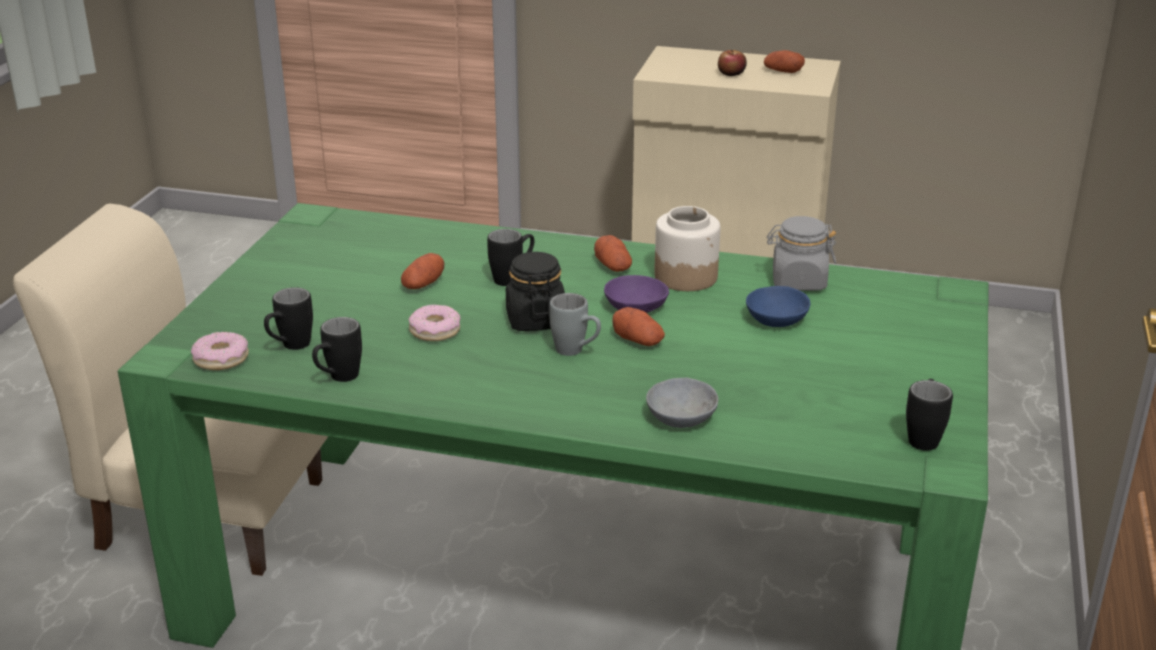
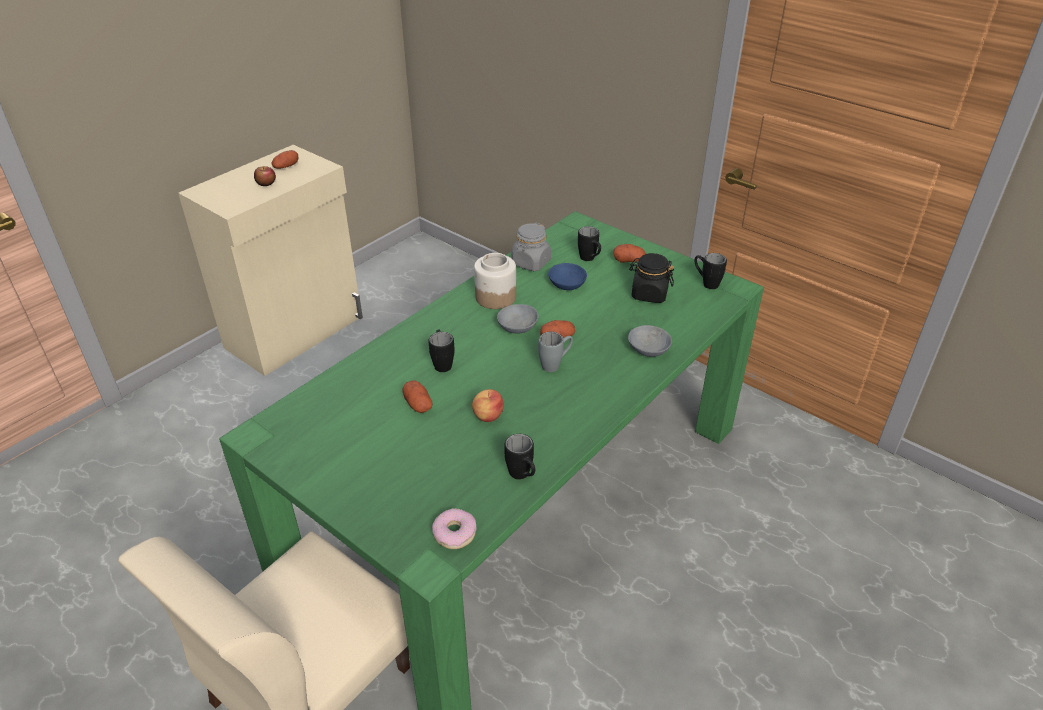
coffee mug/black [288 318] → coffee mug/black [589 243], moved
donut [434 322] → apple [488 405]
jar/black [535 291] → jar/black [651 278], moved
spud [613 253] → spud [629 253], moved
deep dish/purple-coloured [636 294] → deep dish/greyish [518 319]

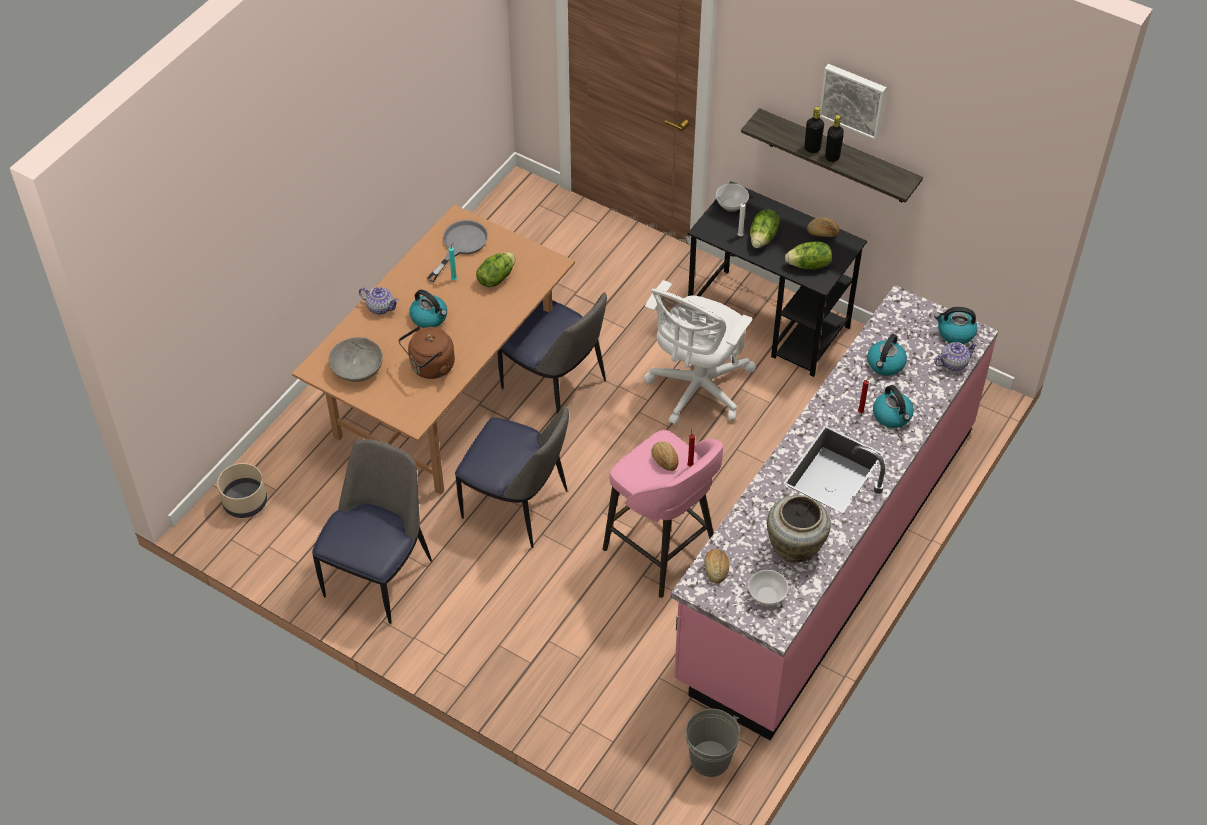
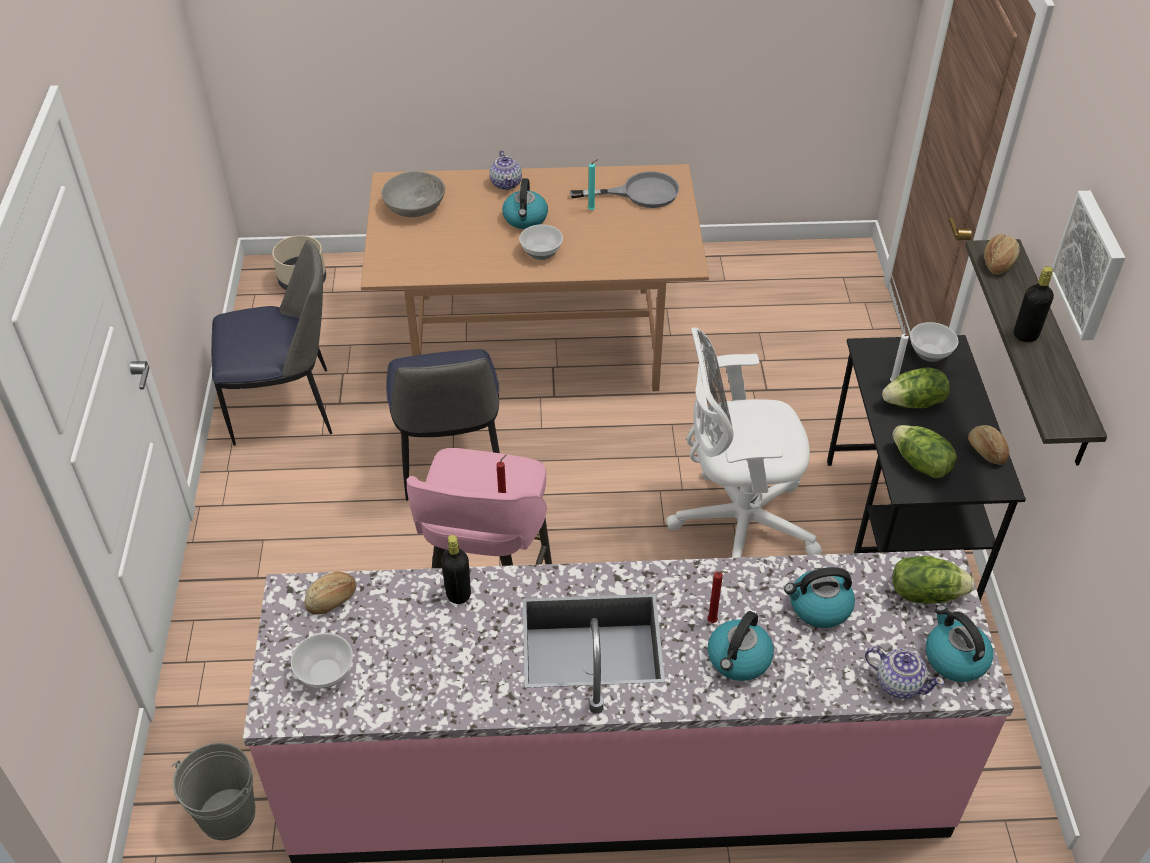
water kettle/brown-coloured [427 352] → -
lettuce [495 269] → lettuce [933 580], moved
plain chair [552 352] → -
bread [664 456] → bread [1002 254], moved
flower vase/beige-coloured [798 529] → -
bottle/black [814 130] → bottle/black [456 569], moved
- → deep dish [541 242]

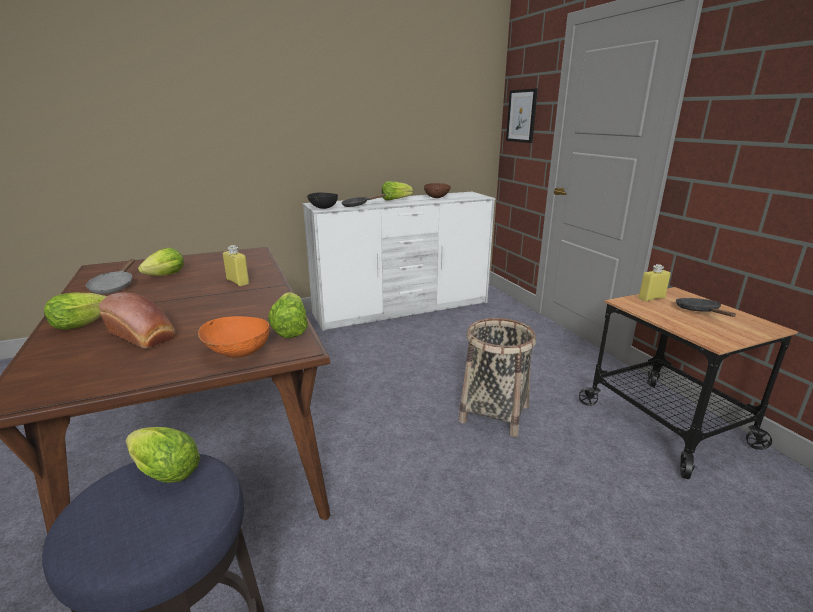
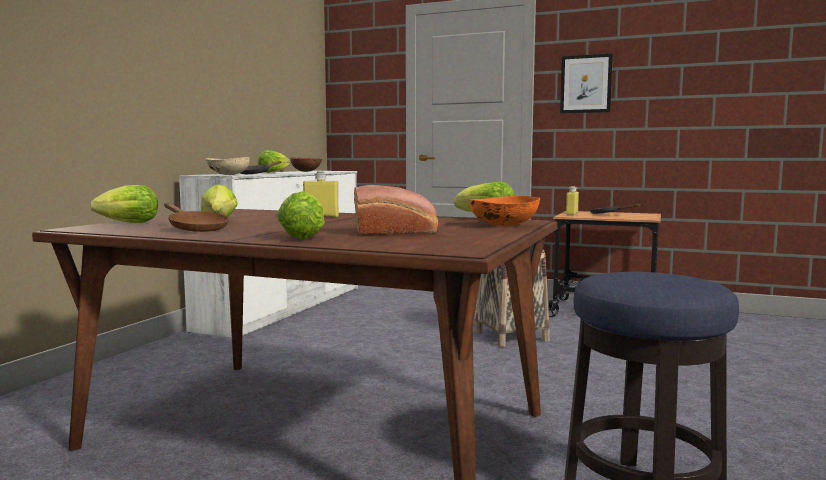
frying pan/greyish [110 276] → frying pan/brown-coloured [196 217]
lettuce [163 455] → lettuce [124 204], moved
deep dish/black [322 200] → deep dish/beige-coloured [228 166]
wall picture [522 116] → wall picture [586 83], moved

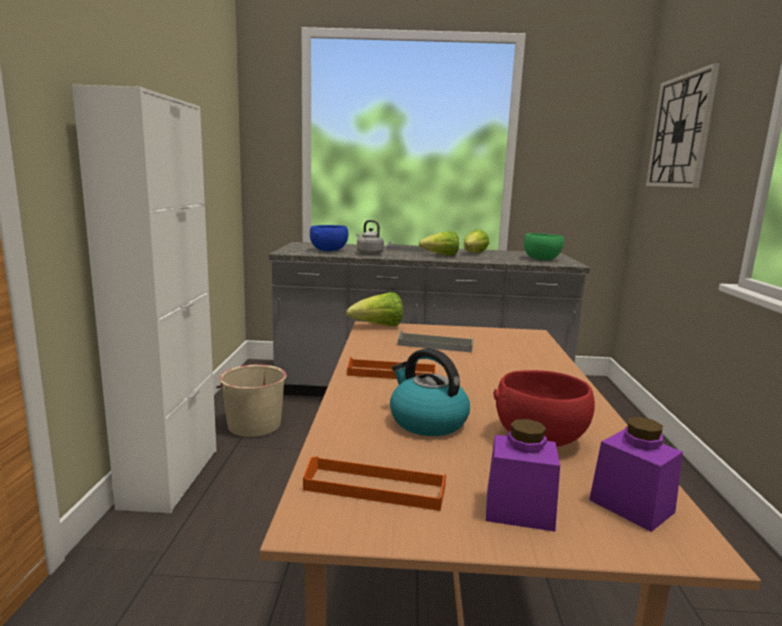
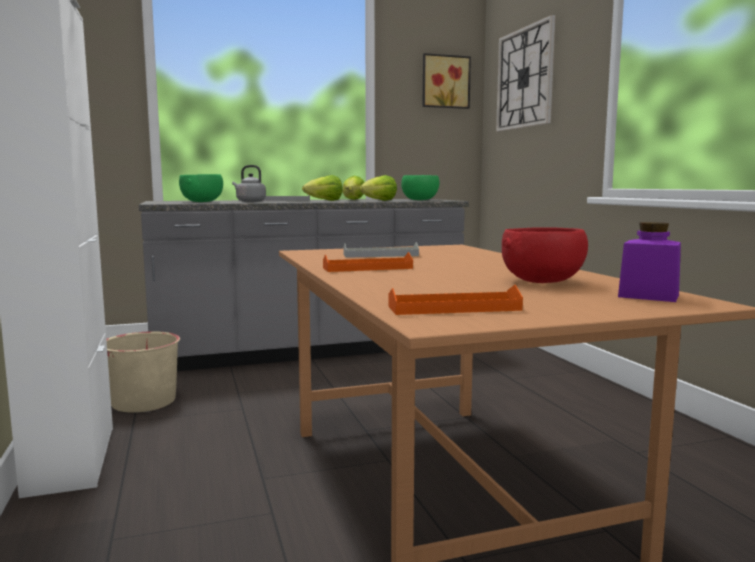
deep dish/bluish [329 238] → deep dish/green [201 188]
lettuce [374 309] → lettuce [378 188], moved
water kettle [430 392] → -
jar/purple-coloured [523 475] → -
- → wall picture [446 81]

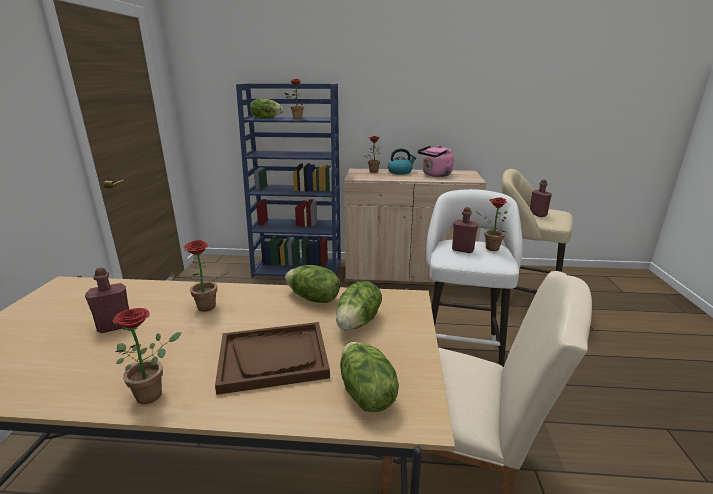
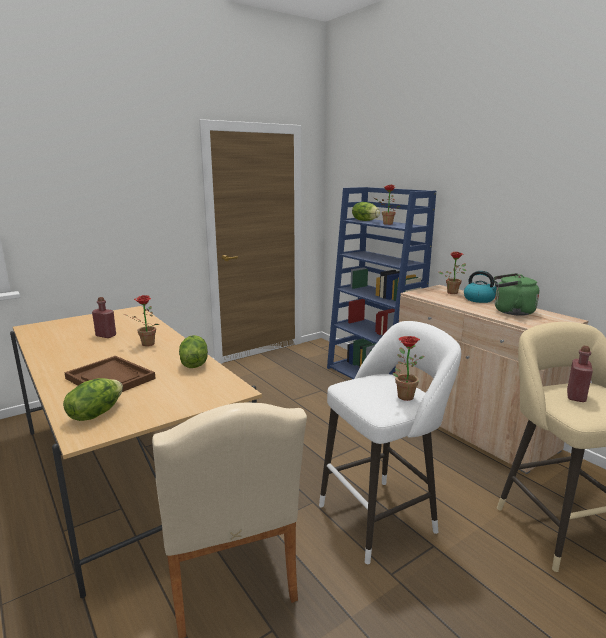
houseplant [147 356] → -
lettuce [359 305] → -
water kettle/pinkish [436 161] → water kettle/green [517 294]
bottle/red-coloured [465 230] → -

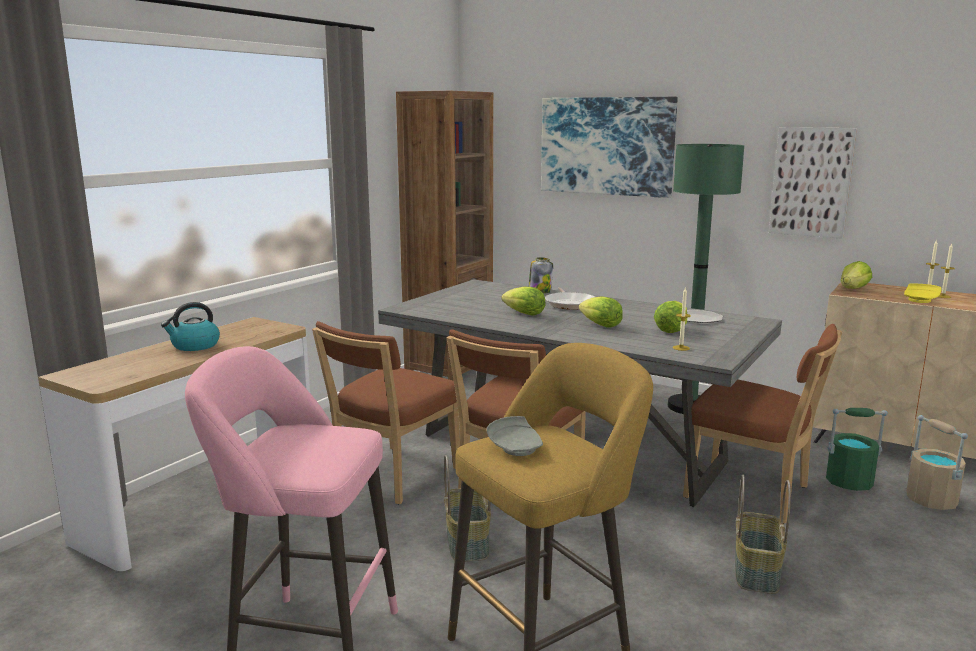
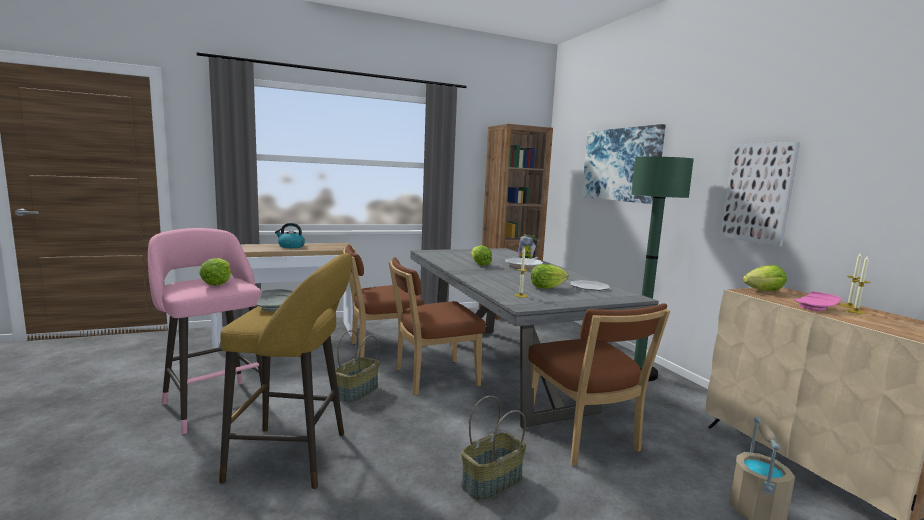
lettuce [601 312] → lettuce [215 272], moved
pail/green [857 449] → -
plate/yellowish [923 293] → plate/pinkish [817 301]

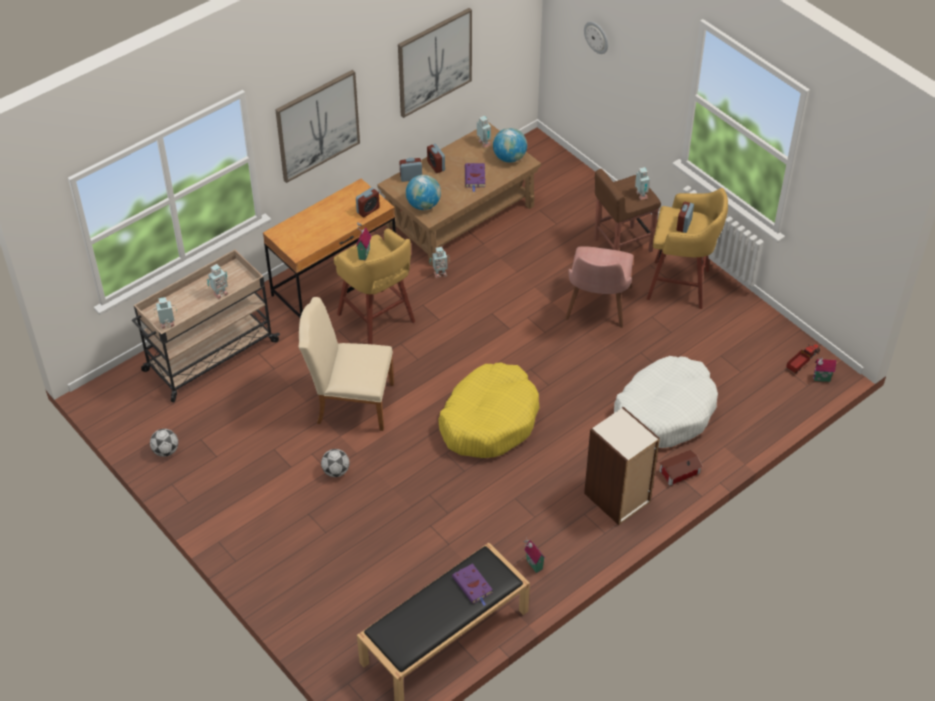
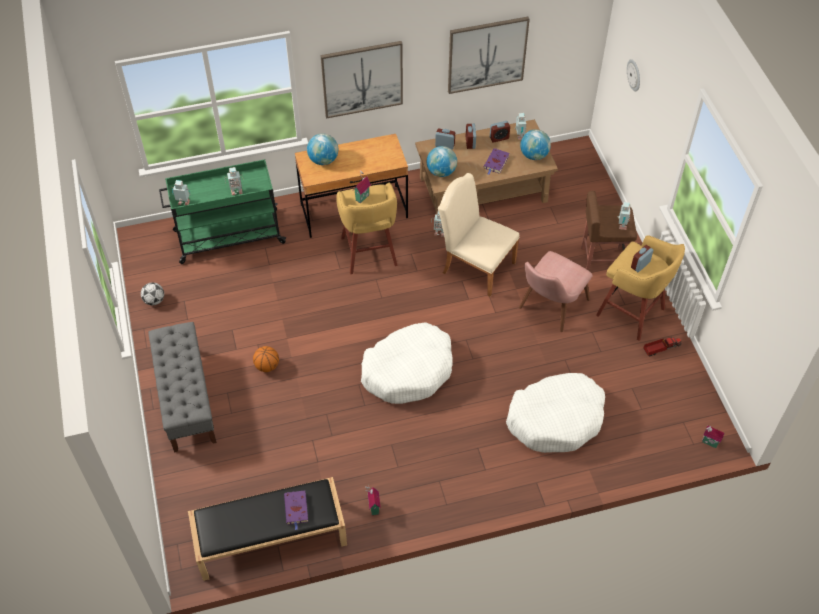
cart/beige-coloured [206 326] → cart/green [222 211]
plain chair/beige-coloured [346 364] → plain chair/beige-coloured [479 235], moved
football [335 463] → basketball ball [266 359]
bedside clock [368 202] → bedside clock [500 132], moved
dog cushion/yellowish [489 410] → dog cushion/whitish [406 363]
shelving unit [622 466] → -
miniature house [681 467] → -
toy truck [803 359] → toy truck [662 346], moved
- → indoor bench/greyish [182 387]
- → desk globe [322 149]

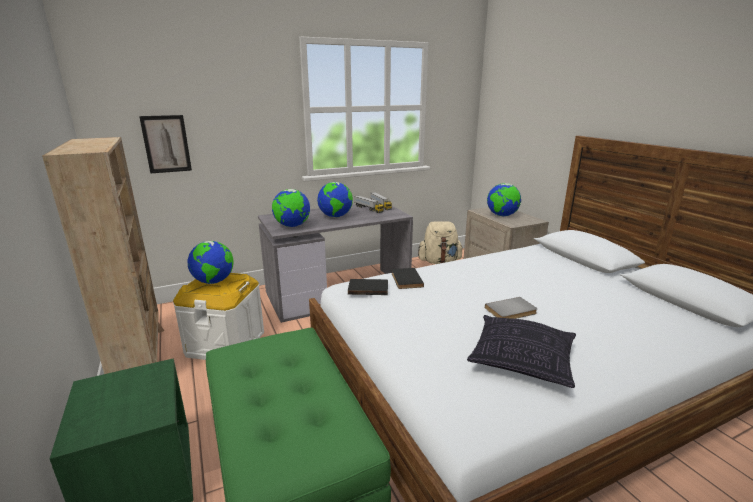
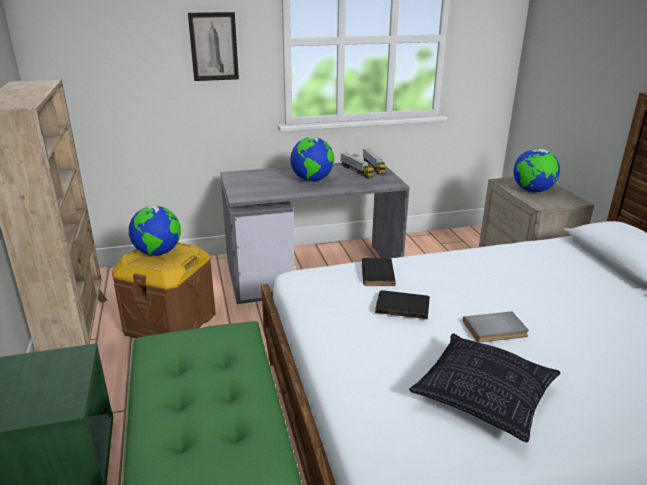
wall picture [165 144] → wall picture [213 46], moved
storage container/whitish [218 316] → storage container/brown-coloured [164 290]
desk globe [291 208] → -
bound book/black [368 287] → bound book/black [402 304], moved
knapsack/beige-coloured [440 242] → -

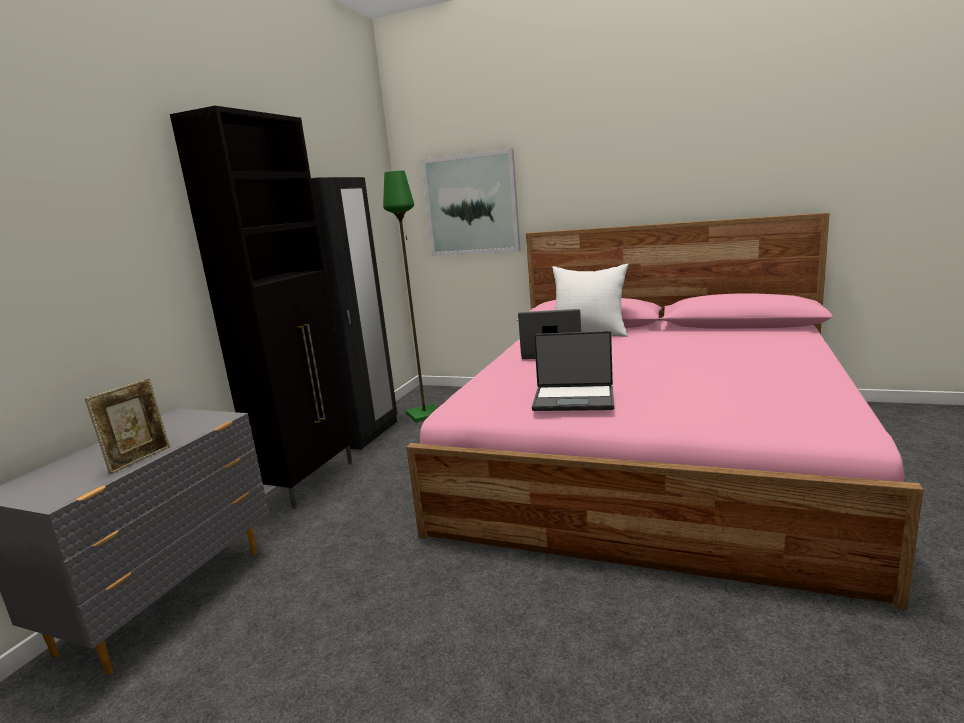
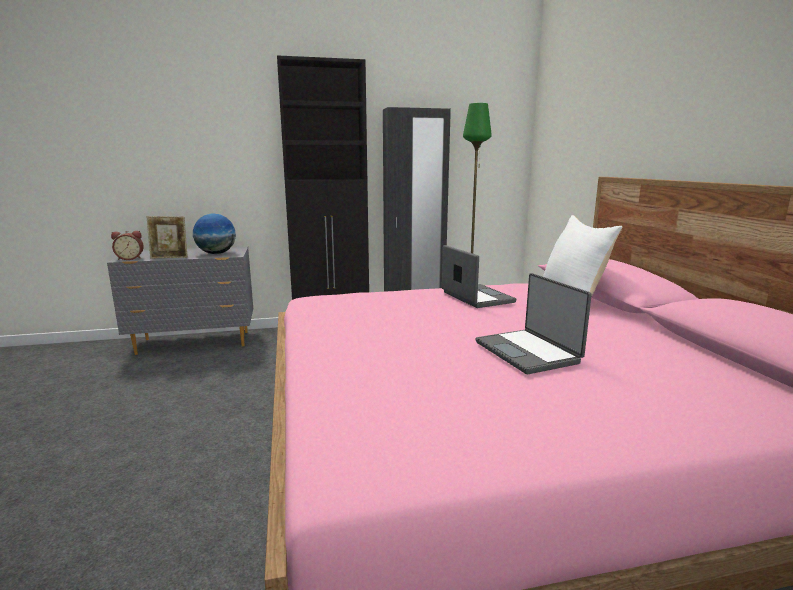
wall picture [470 202] → -
portable computer [573 371] → portable computer [533 323], moved
- → bedside clock [127 245]
- → desk globe [214 234]

